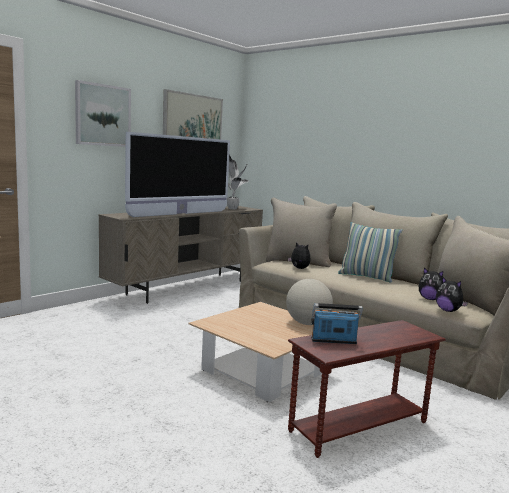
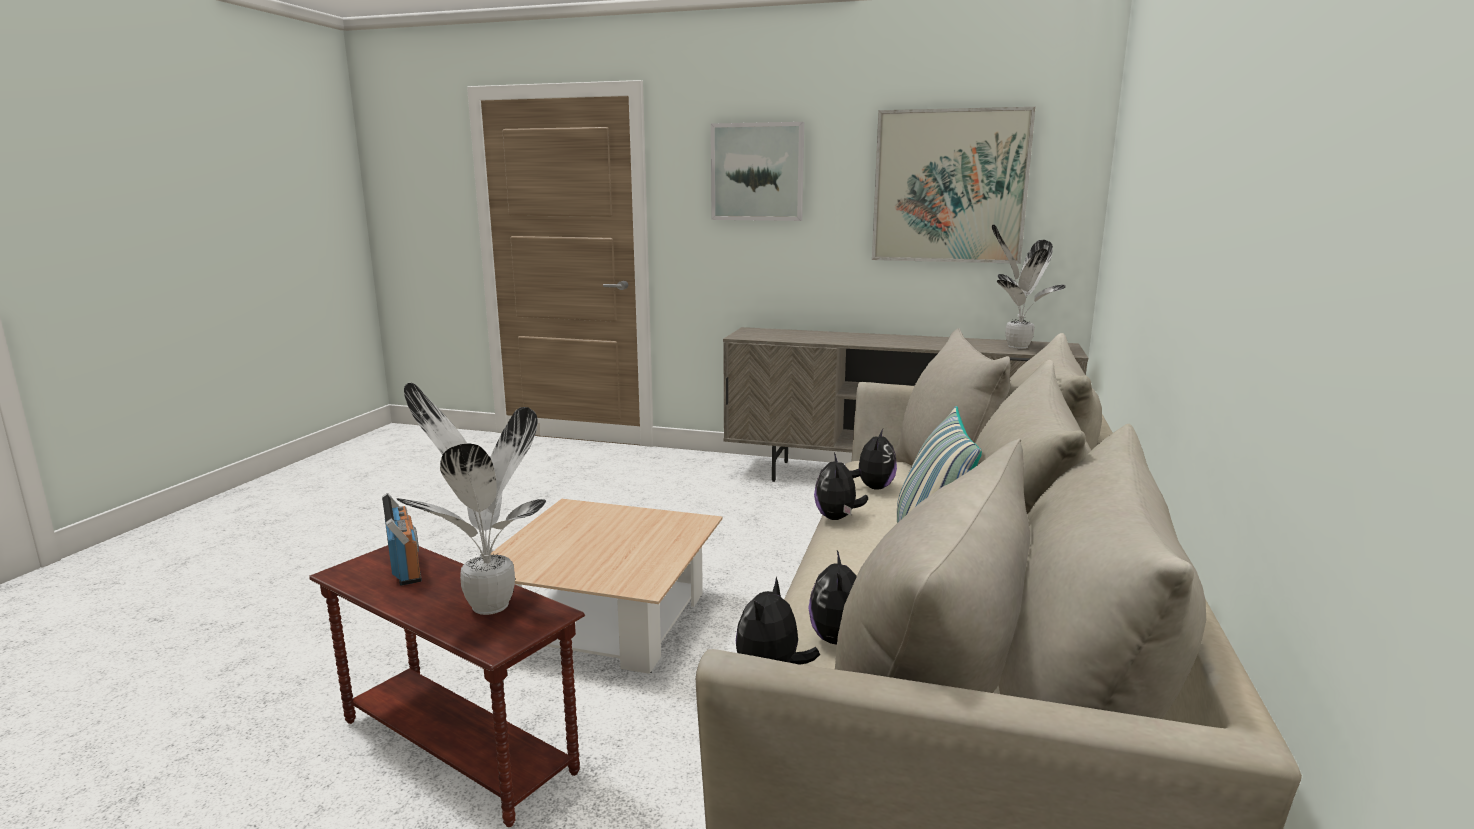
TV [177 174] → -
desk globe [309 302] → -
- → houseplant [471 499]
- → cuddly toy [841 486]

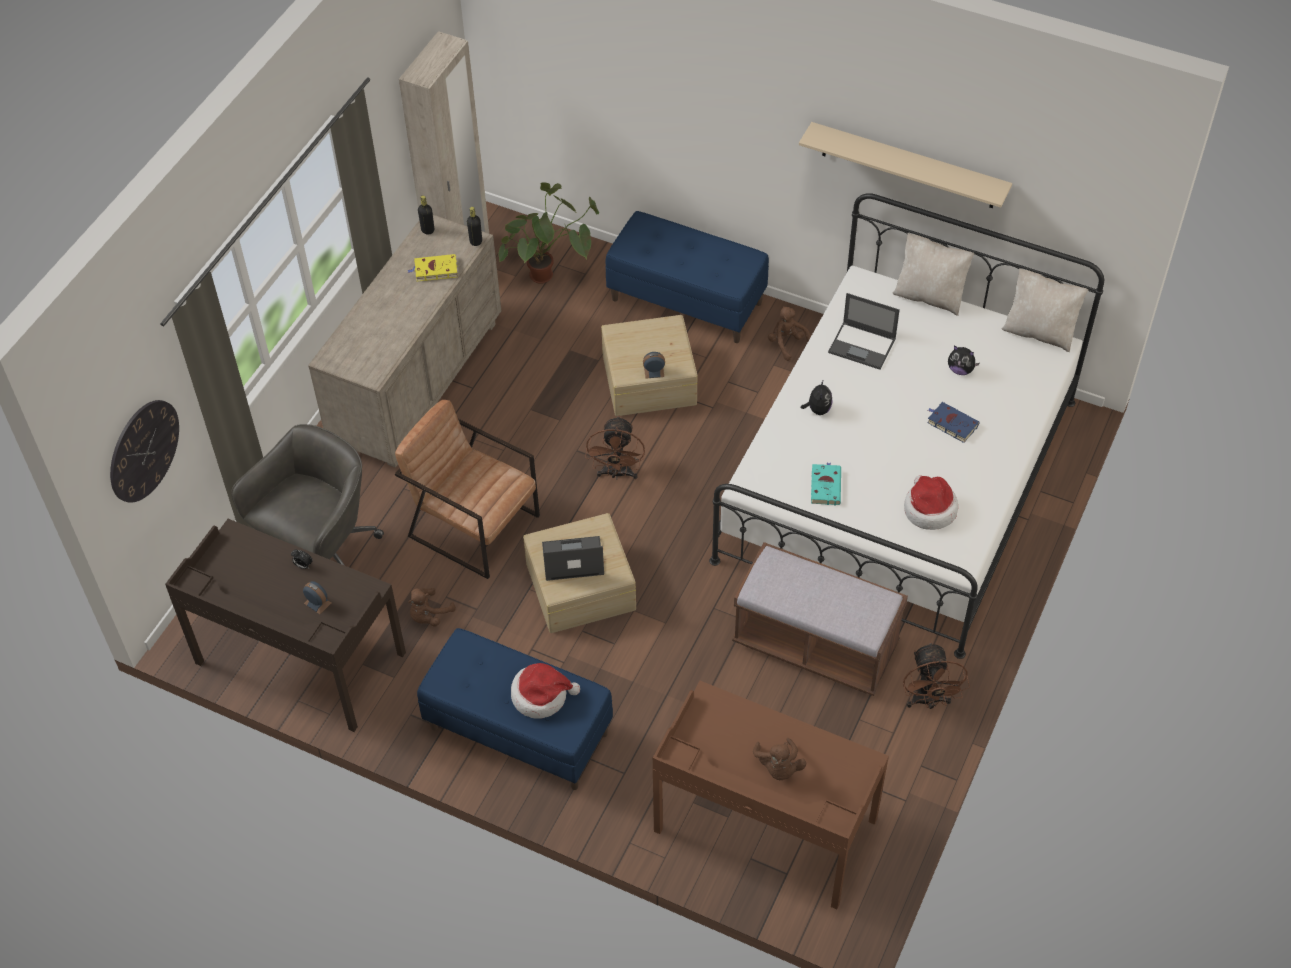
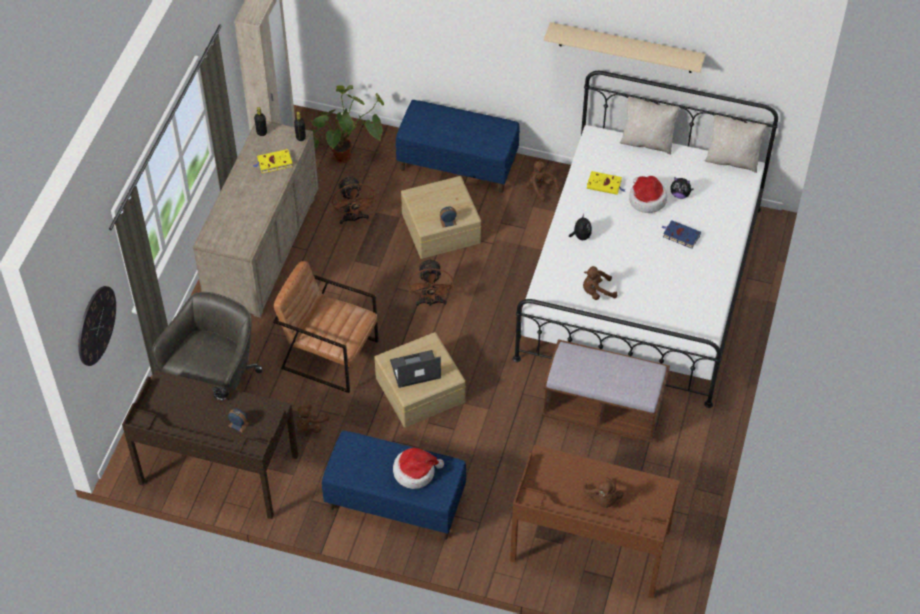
bound book/turquoise [826 484] → cuddly toy/brown-coloured [600 283]
portable computer [864 331] → bound book/yellowish [606 183]
electric fan/brown-coloured [936 675] → electric fan/brown-coloured [354 199], moved
wearable hat [931 503] → wearable hat [648 194], moved

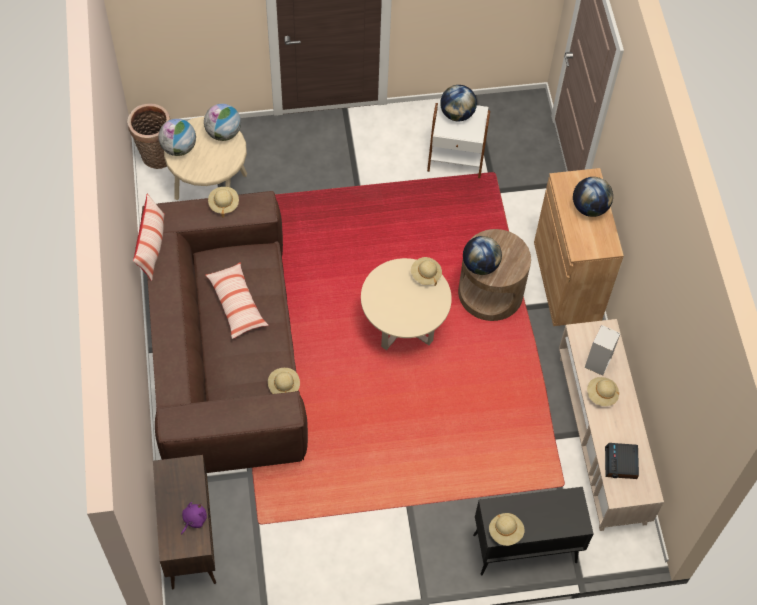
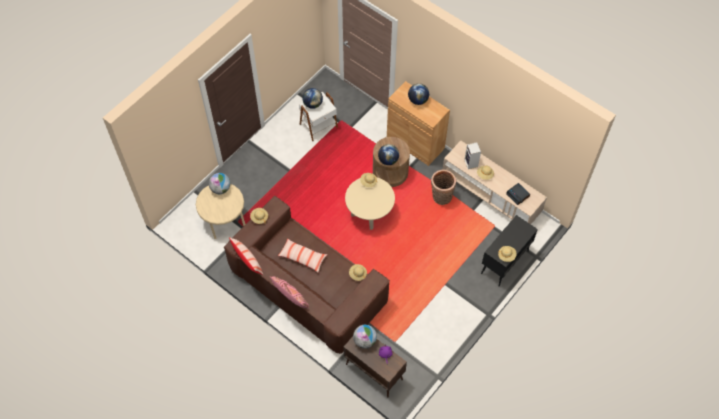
storage basket [149 136] → storage basket [443 187], moved
desk globe [177 137] → desk globe [365 337], moved
- → throw pillow/pinkish [289 292]

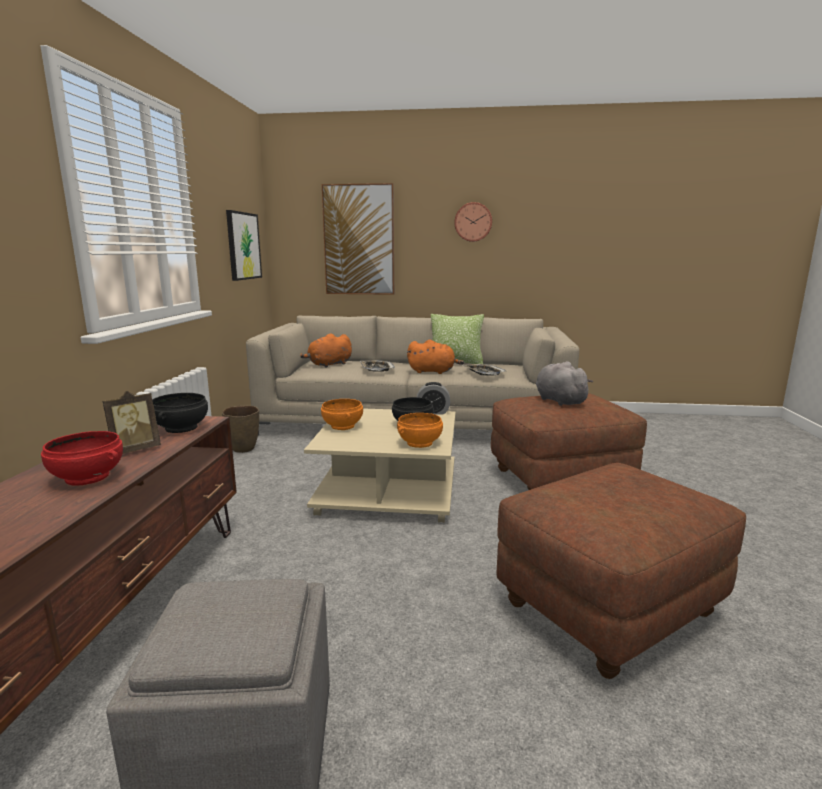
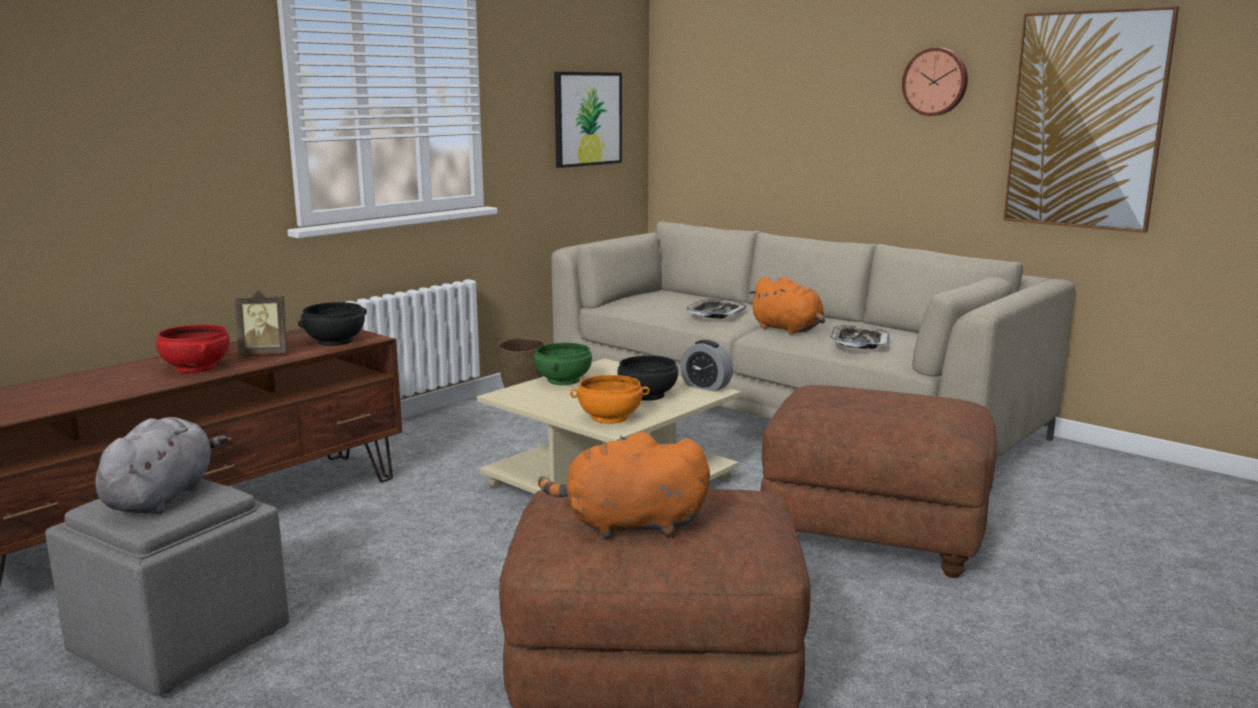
cuddly toy/orangey [326 350] → cuddly toy/orangey [624 485], moved
deep dish/orangey [342 414] → deep dish/green [563 364]
wall picture [358 239] → wall picture [1091 119], moved
throw pillow [457 339] → -
cuddly toy/greyish [564 383] → cuddly toy/greyish [161 465], moved

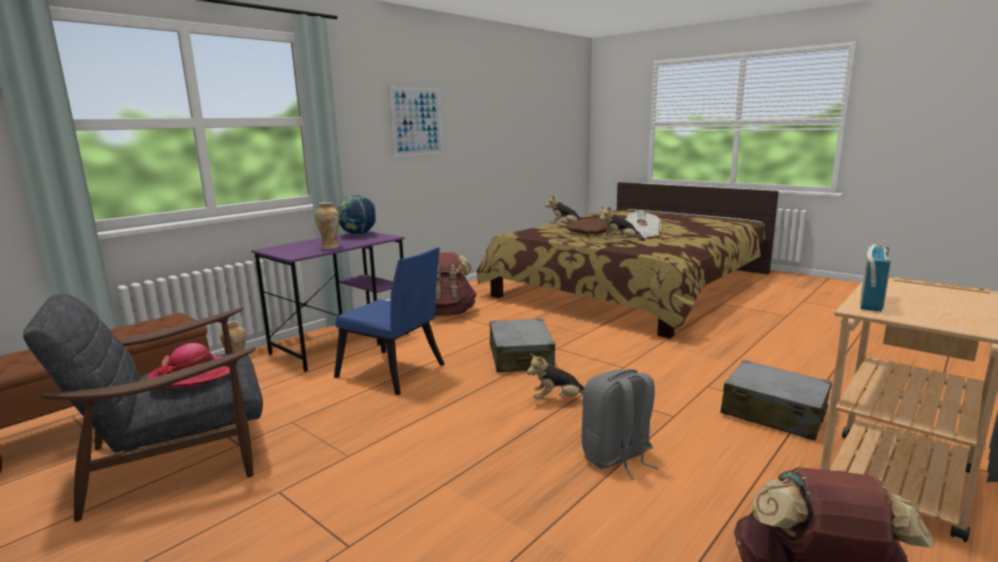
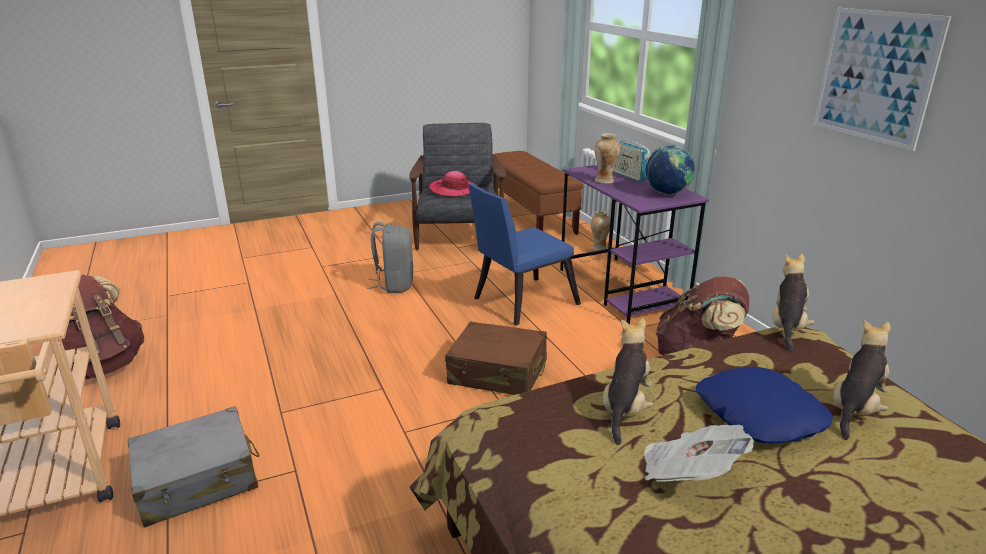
travel case/greyish [522 345] → travel case/brown-coloured [496 358]
cuddly toy [555 376] → cuddly toy [793 303], moved
throw pillow/brown-coloured [586 226] → throw pillow/bluish [764 405]
knapsack/greyish [620 424] → knapsack/greyish [390 257], moved
radio [875 278] → radio [632 159], moved

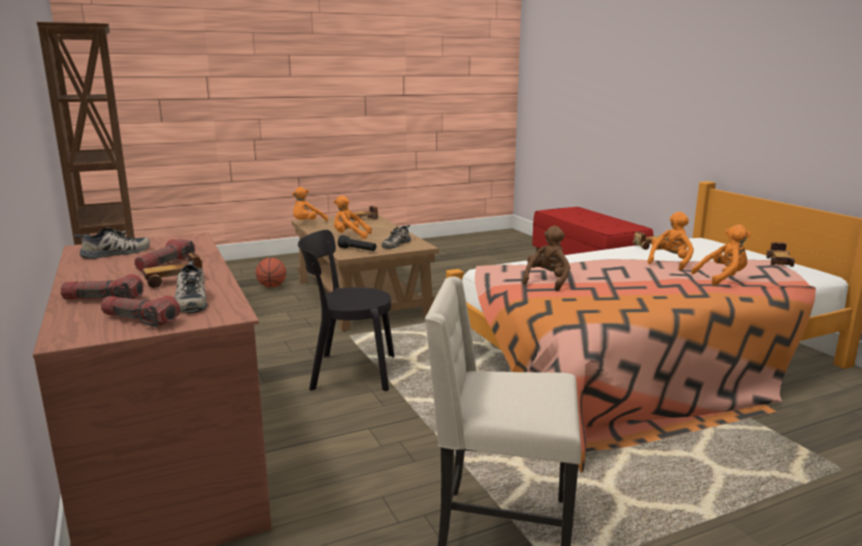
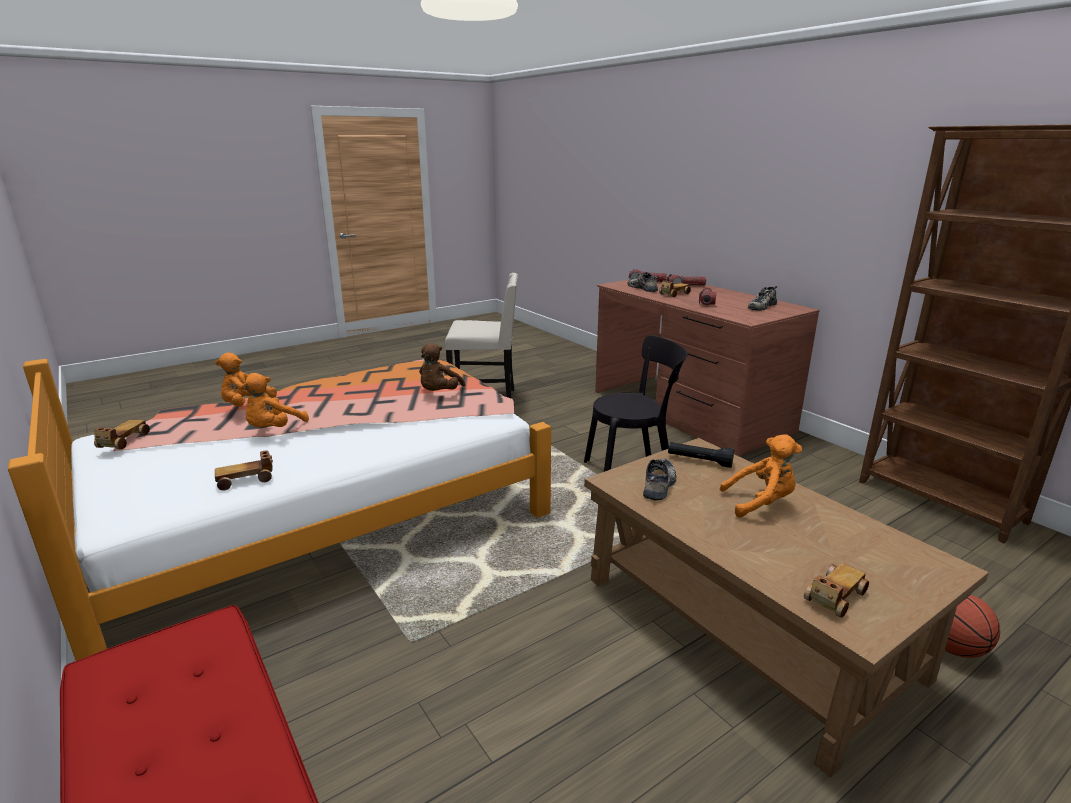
cuddly toy/orangey [310 204] → -

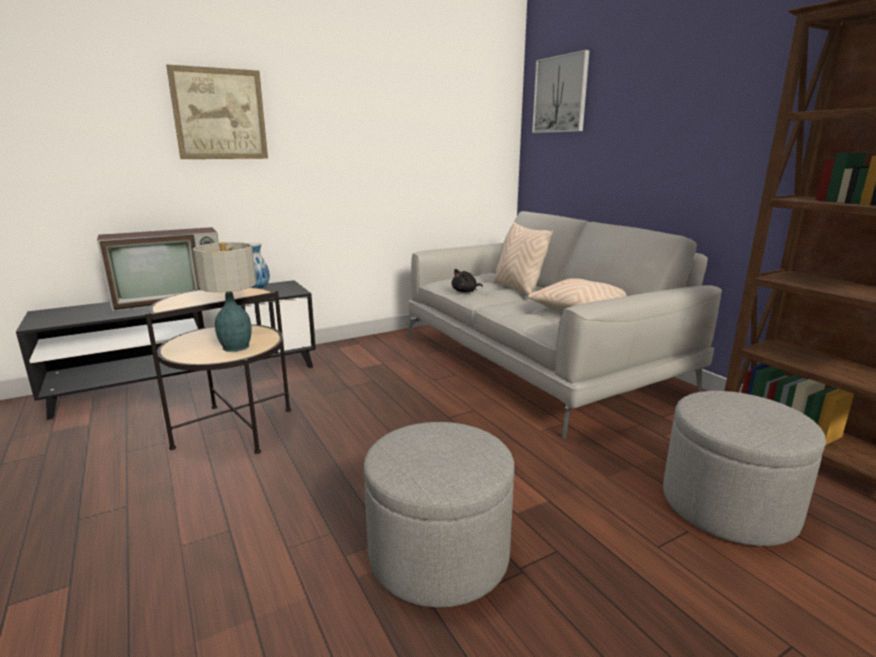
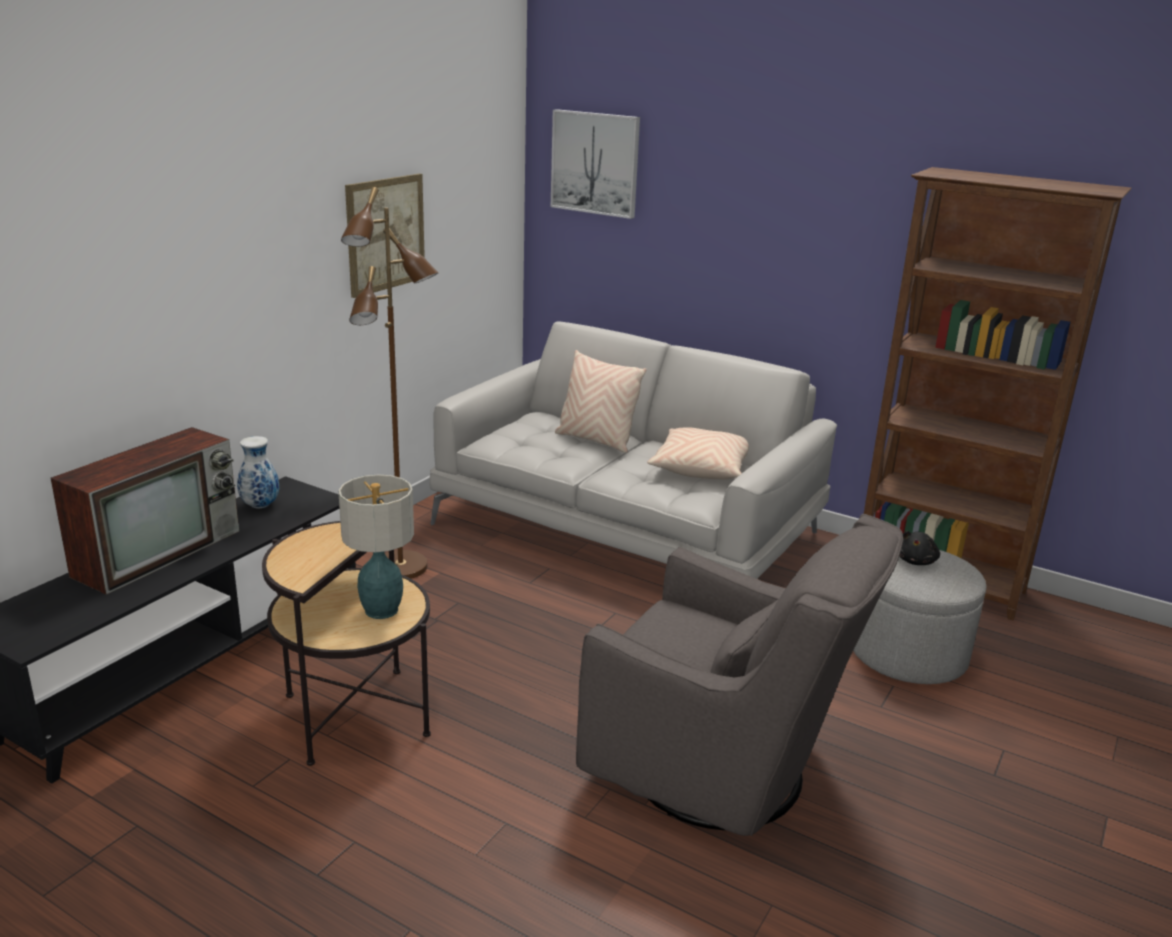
wall picture [217 111] → wall picture [385 236], moved
footrest/greyish [439 515] → lounge chair/greyish [739 675]
cuddly toy/black [467 281] → cuddly toy/black [920 548], moved
- → floor lamp/brown-coloured [389 383]

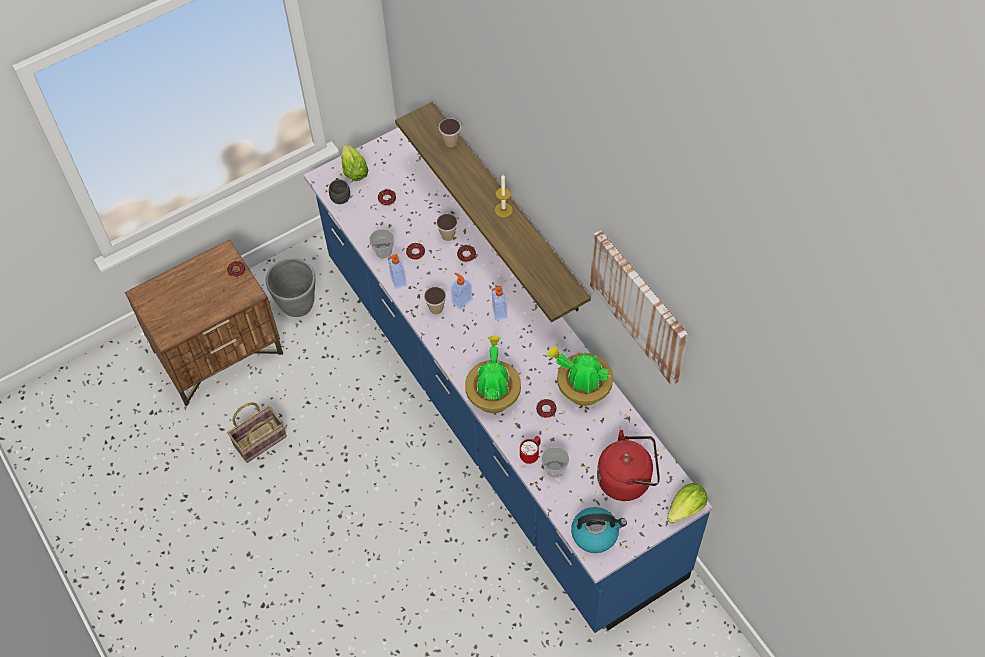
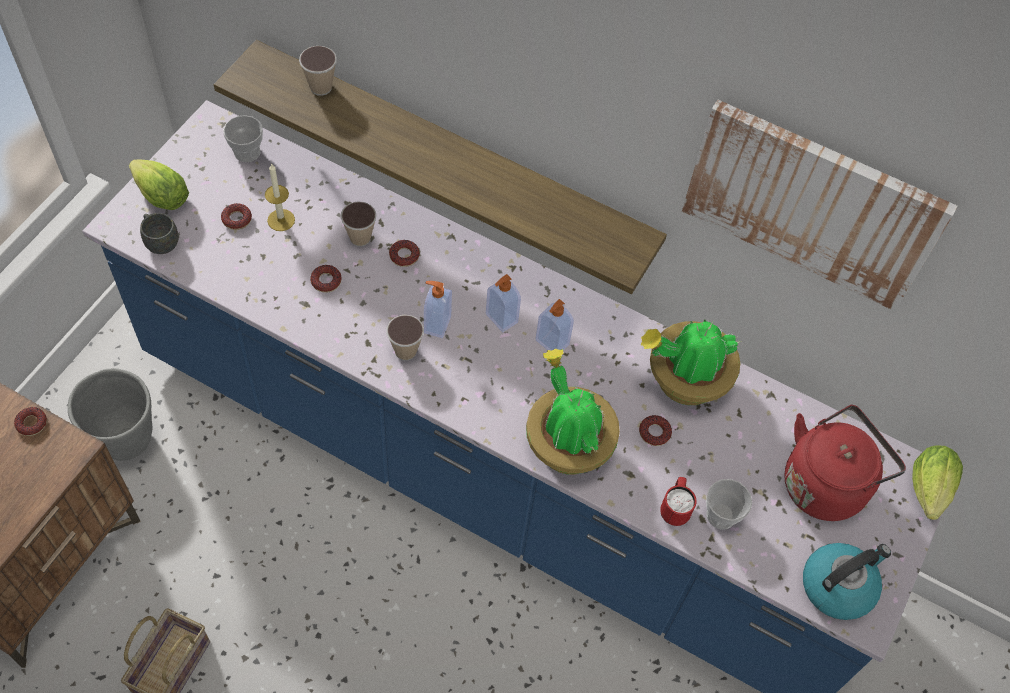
cup [381 243] → cup [243 138], moved
soap bottle [397 271] → soap bottle [555 325], moved
wax light [504 196] → wax light [280 197], moved

